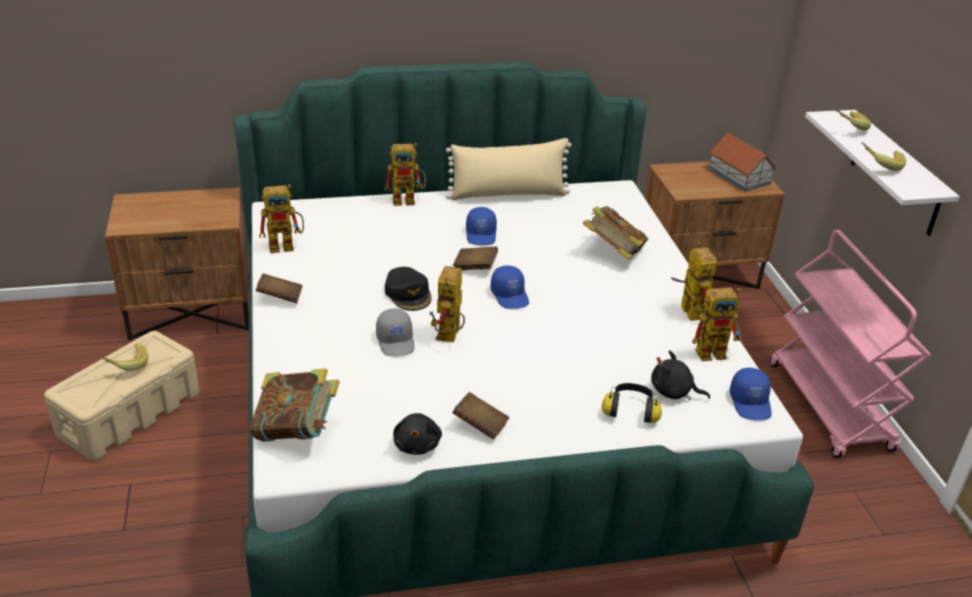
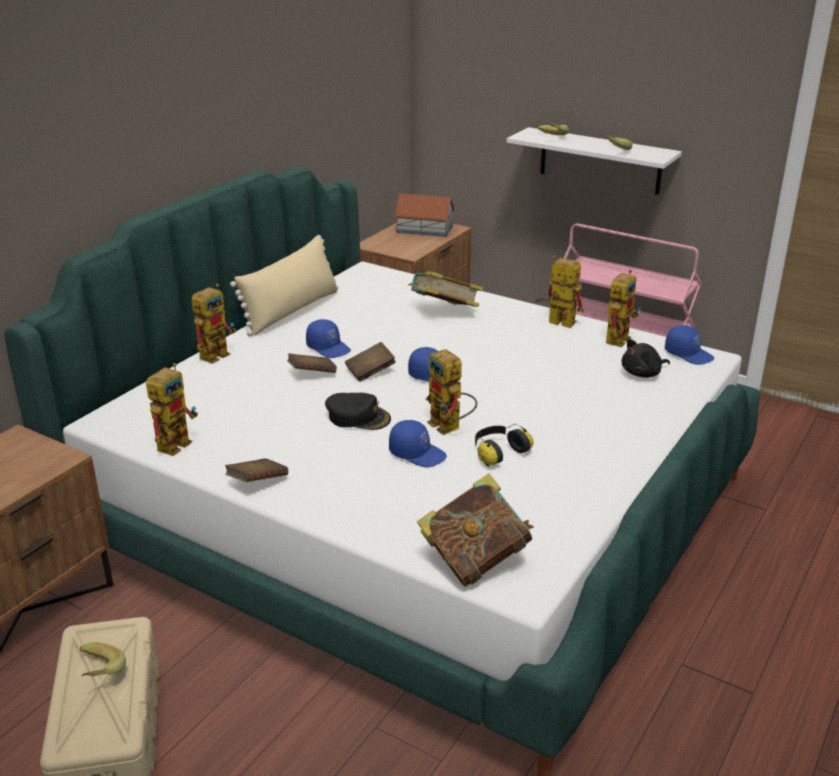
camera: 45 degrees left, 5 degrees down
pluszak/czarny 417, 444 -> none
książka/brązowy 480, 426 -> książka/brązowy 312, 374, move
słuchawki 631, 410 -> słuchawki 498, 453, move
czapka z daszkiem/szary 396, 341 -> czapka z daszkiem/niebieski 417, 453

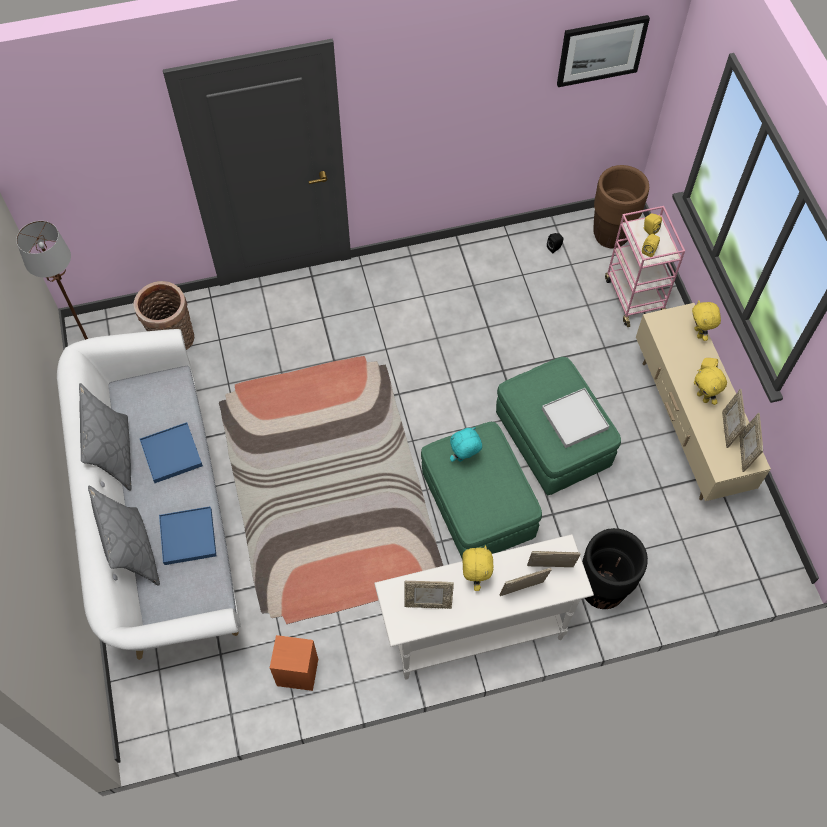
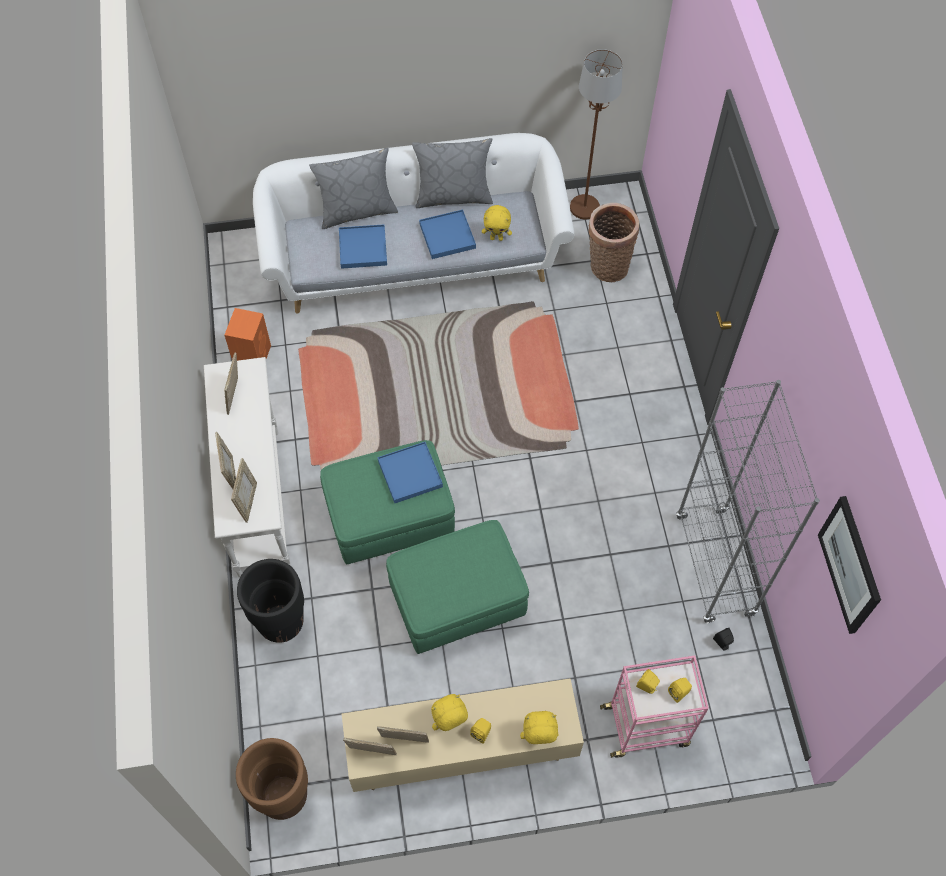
camera: 95 degrees right, 0 degrees up
taca/biały 574, 419 -> none
none -> regał/szary 714, 566
pluszak/żółty 475, 577 -> pluszak/żółty 496, 238, move
donica/brązowy 611, 235 -> donica/brązowy 283, 796, move
pluszak/turkusowy 464, 458 -> taca/niebieski 410, 474

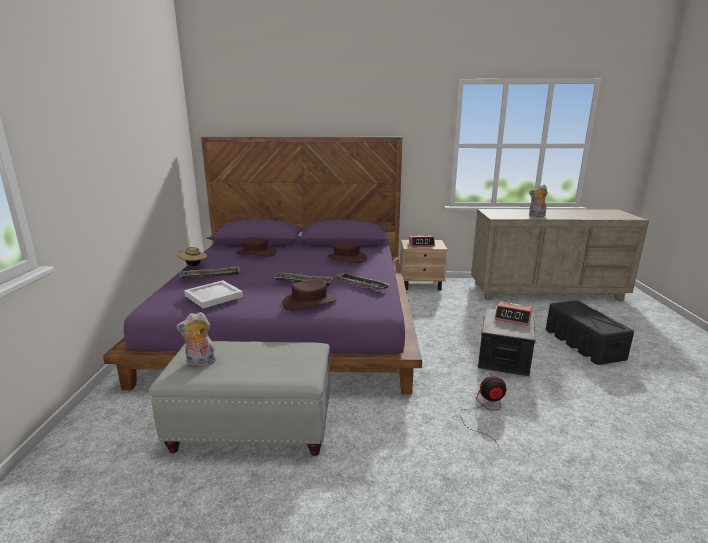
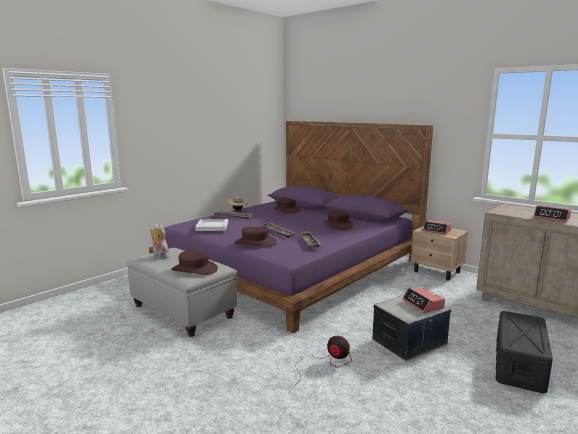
camera: 40 degrees right, 5 degrees down
none -> kapelusz/brązowy 194, 269
pluszak 536, 215 -> budzik 552, 218

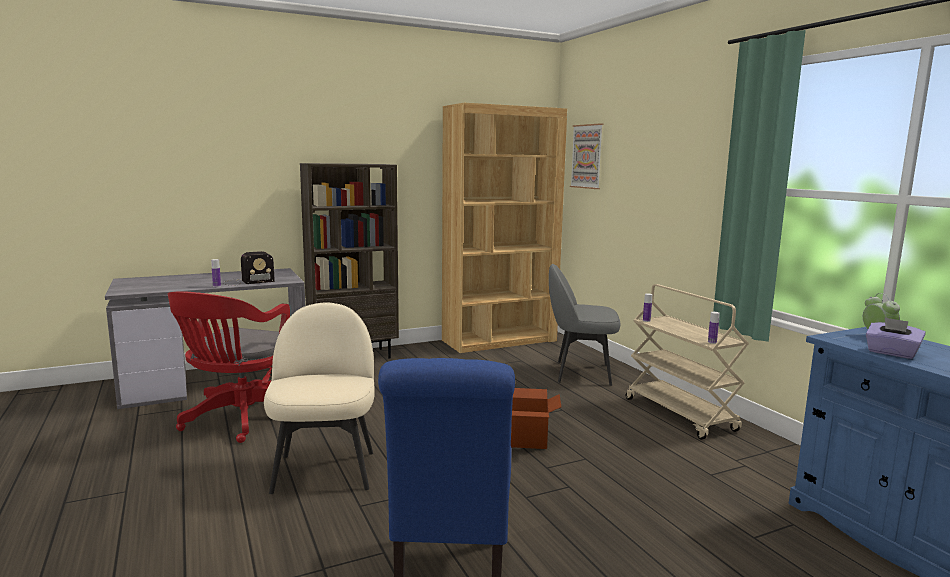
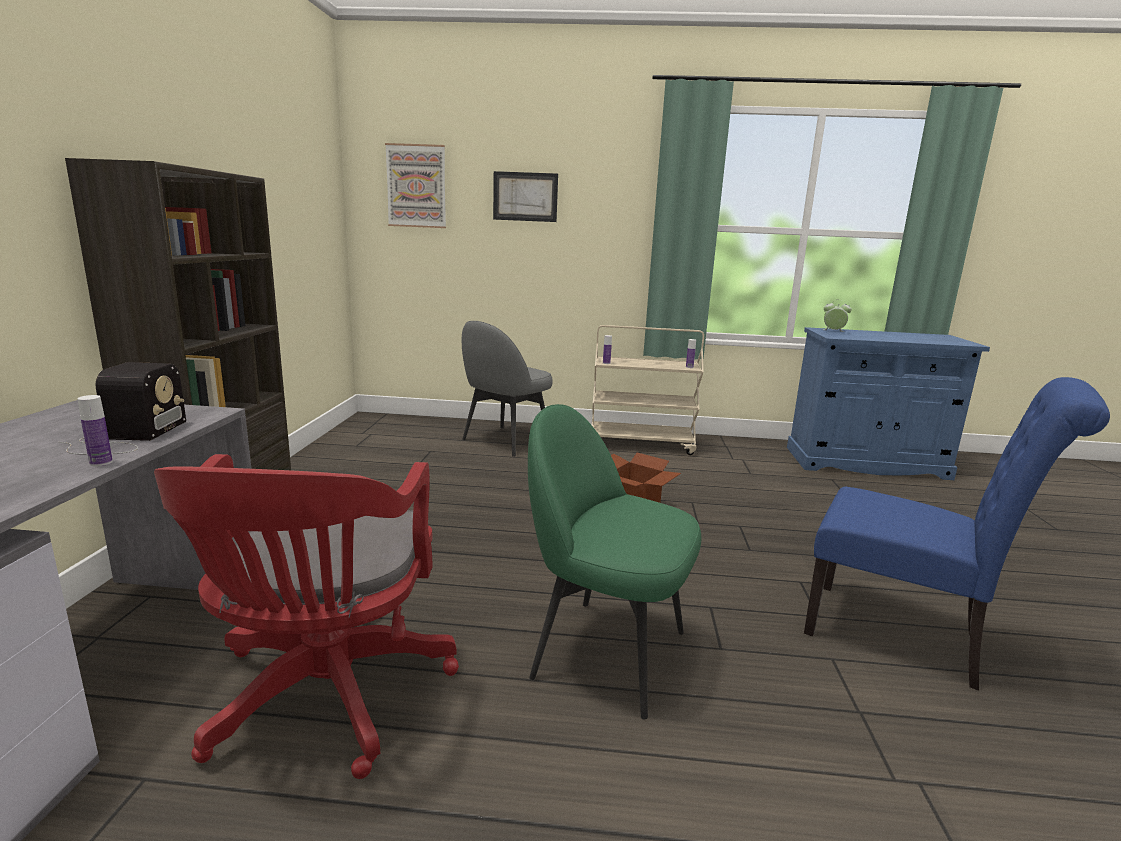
camera: 60 degrees left, 5 degrees up
regał/brązowy 499, 340 -> none
pudełko chusteczek/fioletowy 891, 353 -> none
none -> obraz 525, 196
krzesło/beżowy 325, 470 -> krzesło/zielony 605, 651
krzesło biurowe/czerwony 240, 419 -> krzesło biurowe/czerwony 325, 699, 45 degrees clockwise

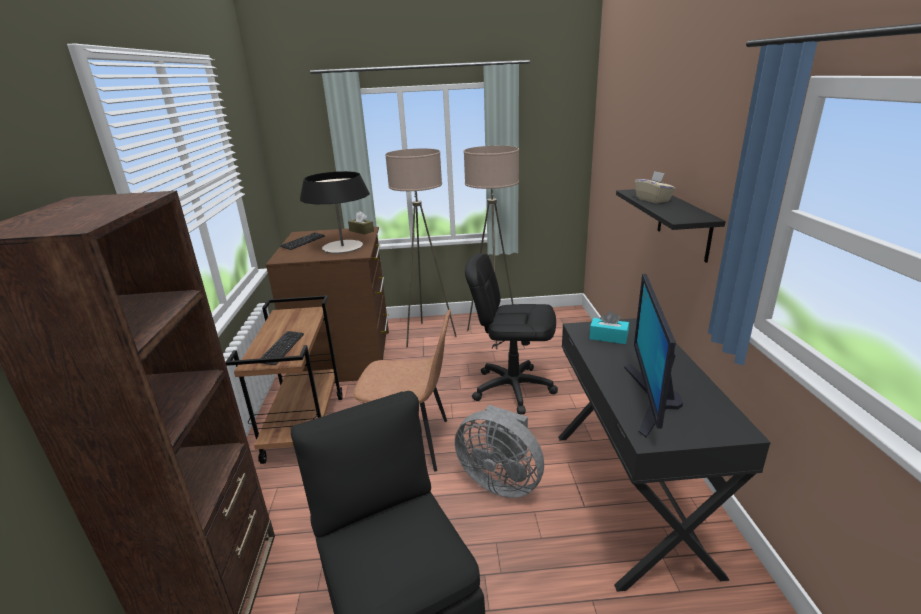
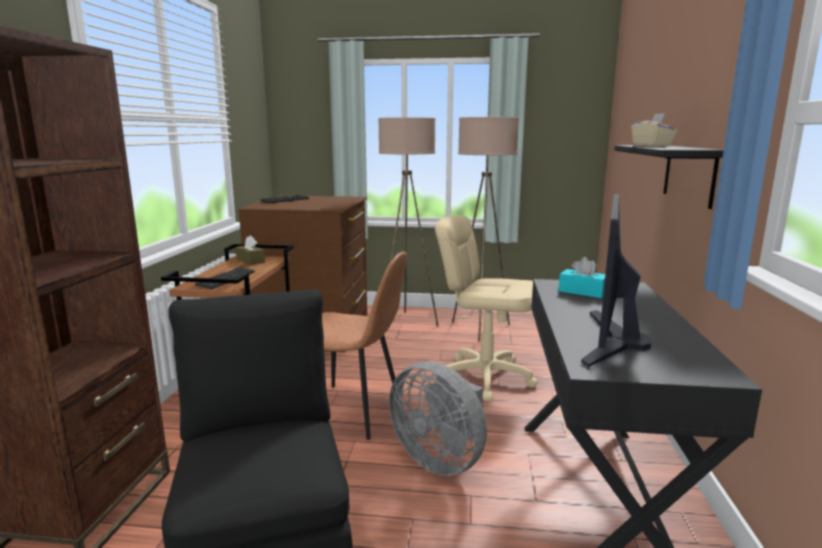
camera: 10 degrees right, 10 degrees down
lampa stołowa 342, 247 -> none
pudełko chusteczek/brązowy 361, 231 -> pudełko chusteczek/brązowy 250, 261, move
krzesło biurowe/czarny 513, 388 -> krzesło biurowe/beżowy 485, 377

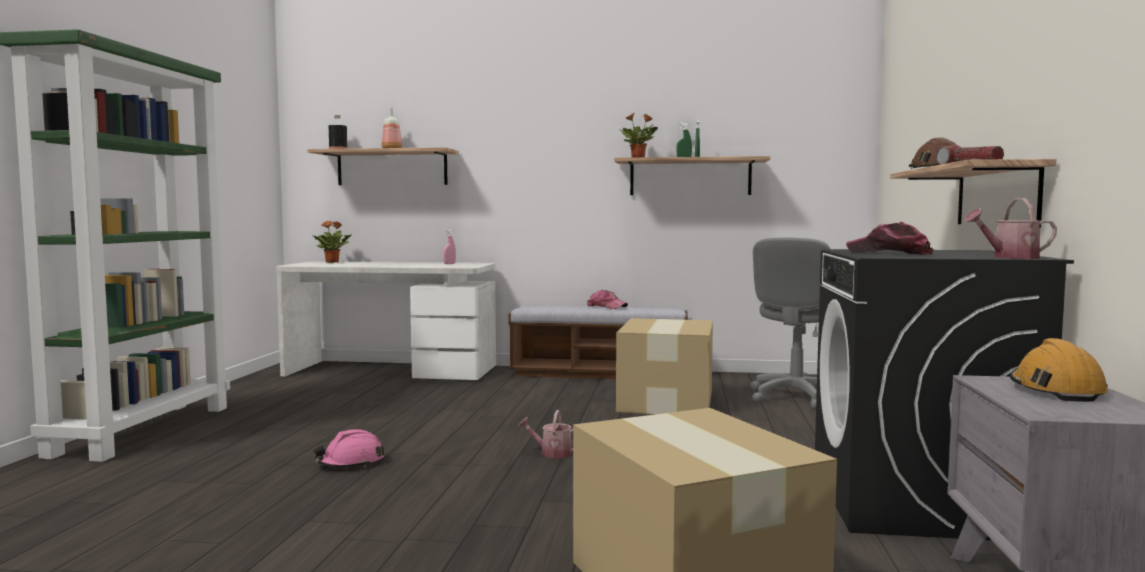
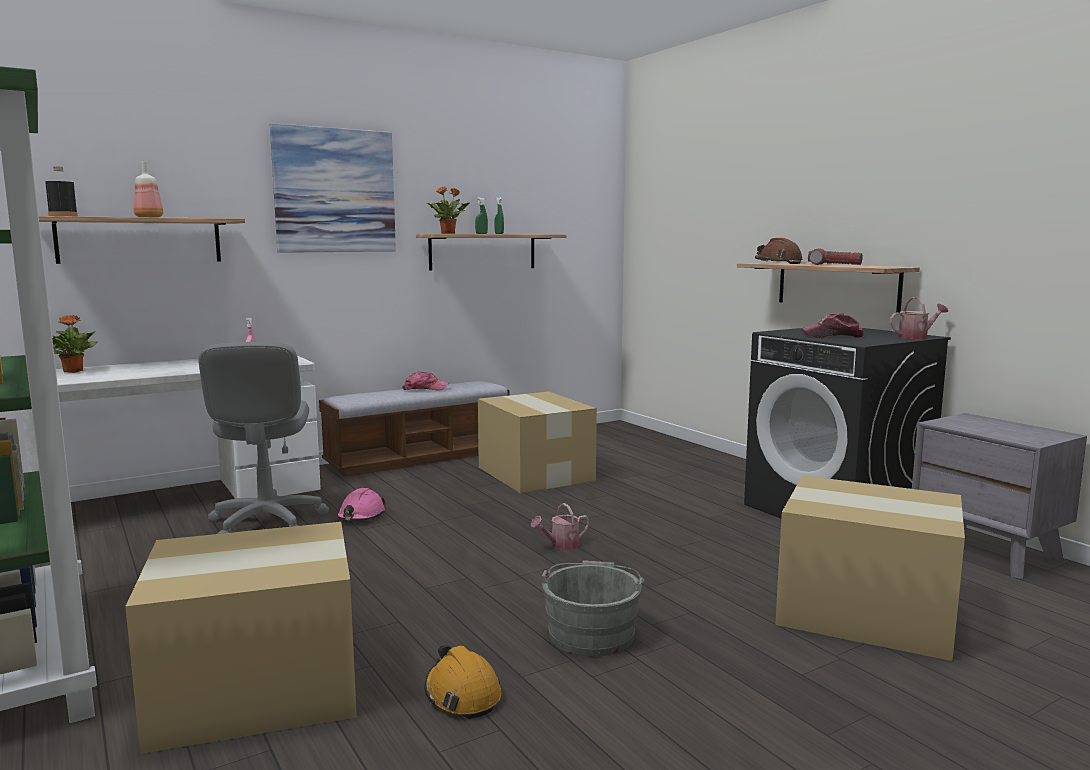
camera: 40 degrees left, 5 degrees up
none -> karton 253, 688
none -> obraz 335, 191
none -> wiadro/szary 592, 632
kask/różowy 351, 463 -> kask/różowy 361, 516, move
krzesło biurowe/szary 795, 396 -> krzesło biurowe/szary 266, 522, move
kask/pomarańczowy 1056, 390 -> kask/pomarańczowy 462, 694, move
konewka 1010, 257 -> konewka 916, 337, 150 degrees counterclockwise

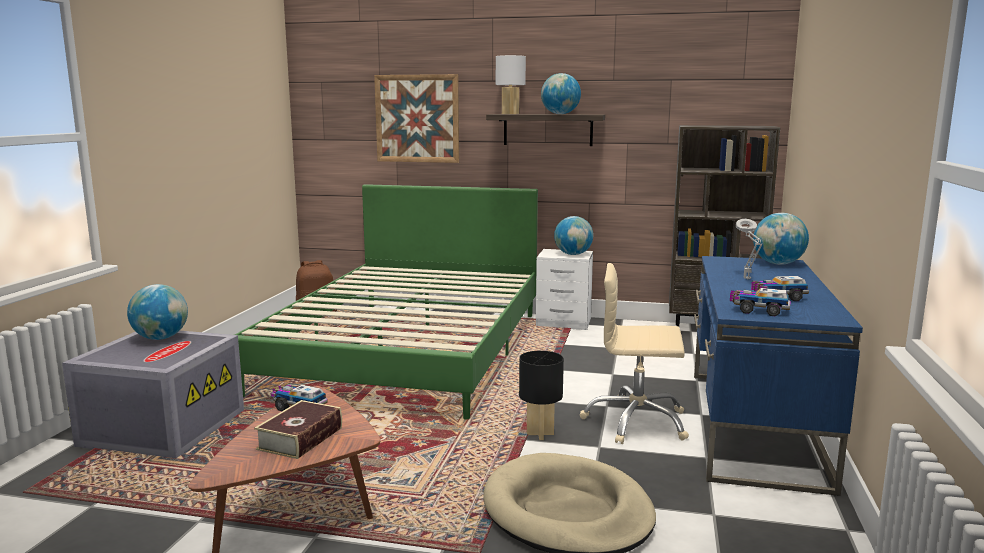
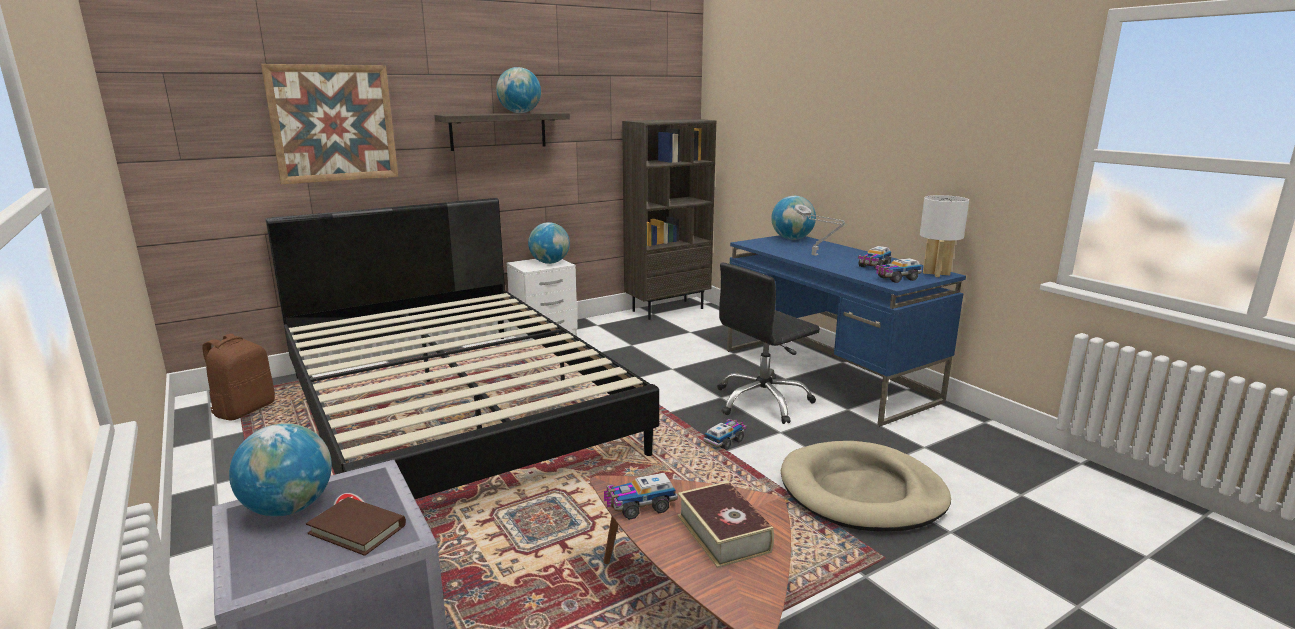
camera: 45 degrees left, 5 degrees up
none -> książka/brązowy 357, 529
lampa stołowa/biały 510, 114 -> lampa stołowa/biały 936, 274, move
lampa stołowa/czarny 539, 433 -> ciężarówka zabawkowa 725, 441
łóżko/zielony 410, 350 -> łóżko/czarny 454, 410
krzesło biurowe/beżowy 636, 422 -> krzesło biurowe/czarny 763, 402

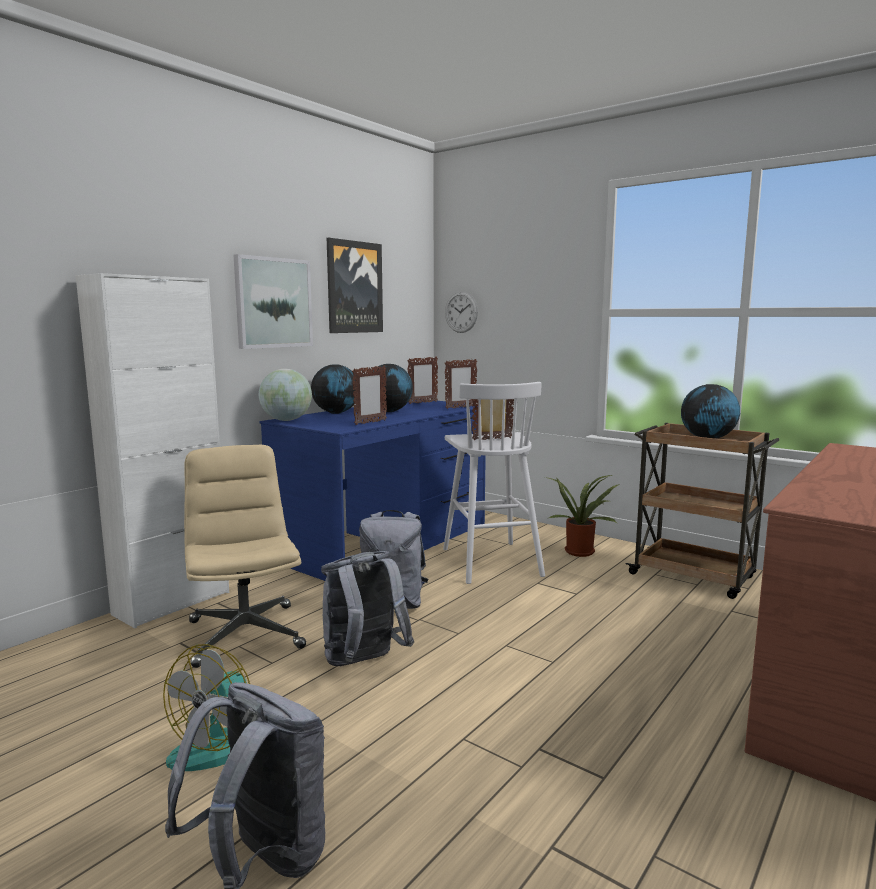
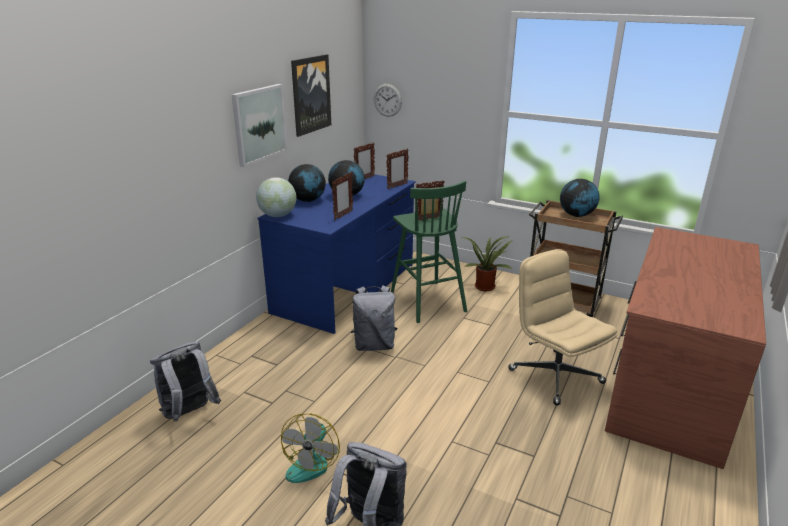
camera: 10 degrees left, 15 degrees up
szafka/biały 172, 603 -> none
krzesło biurowe/beżowy 245, 634 -> krzesło biurowe/beżowy 554, 376, move
plecak/szary 363, 663 -> plecak/szary 189, 413, move
stołek/biały 490, 561 -> stołek/zielony 426, 301

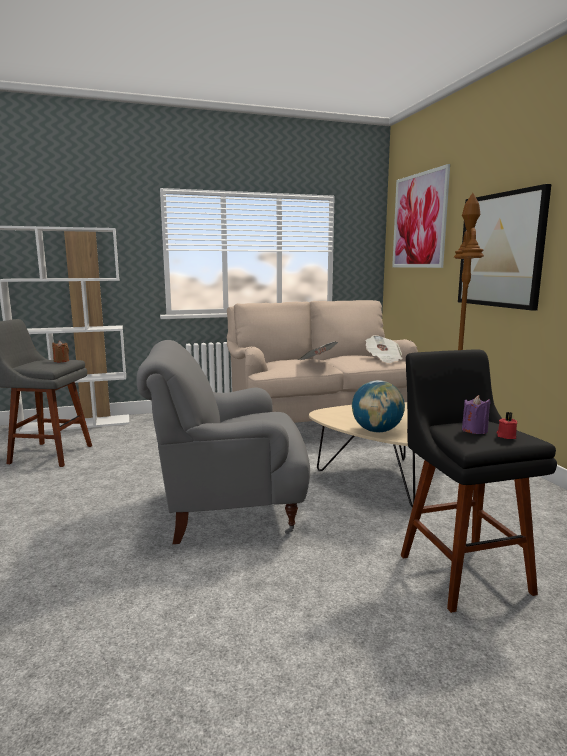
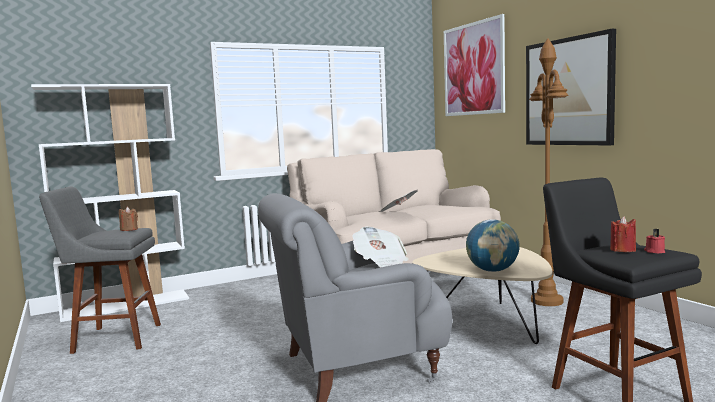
camera: 10 degrees left, 5 degrees down
gazeta 383, 359 -> gazeta 380, 262, move
świeca/fioletowy 474, 430 -> świeca/czerwony 622, 250

